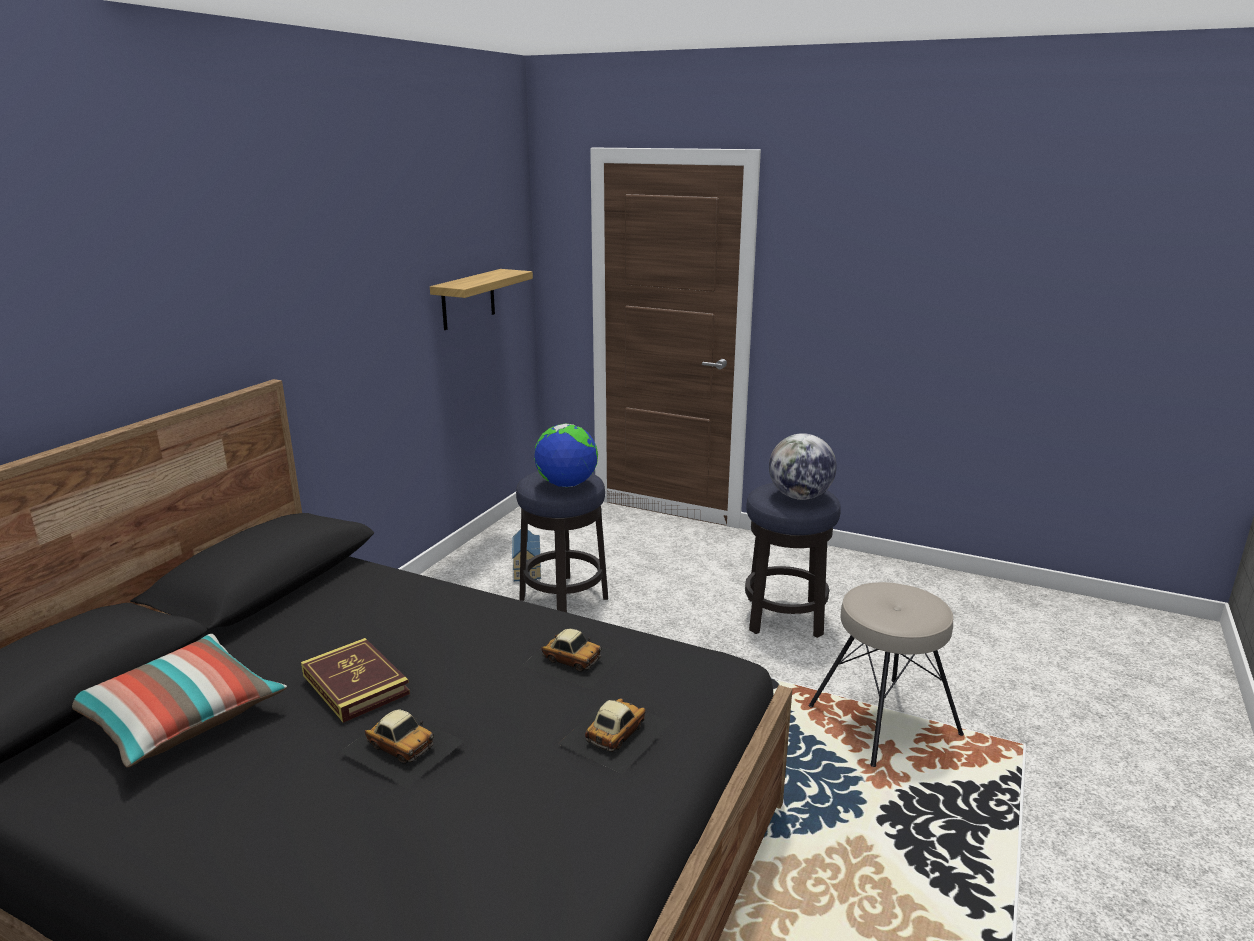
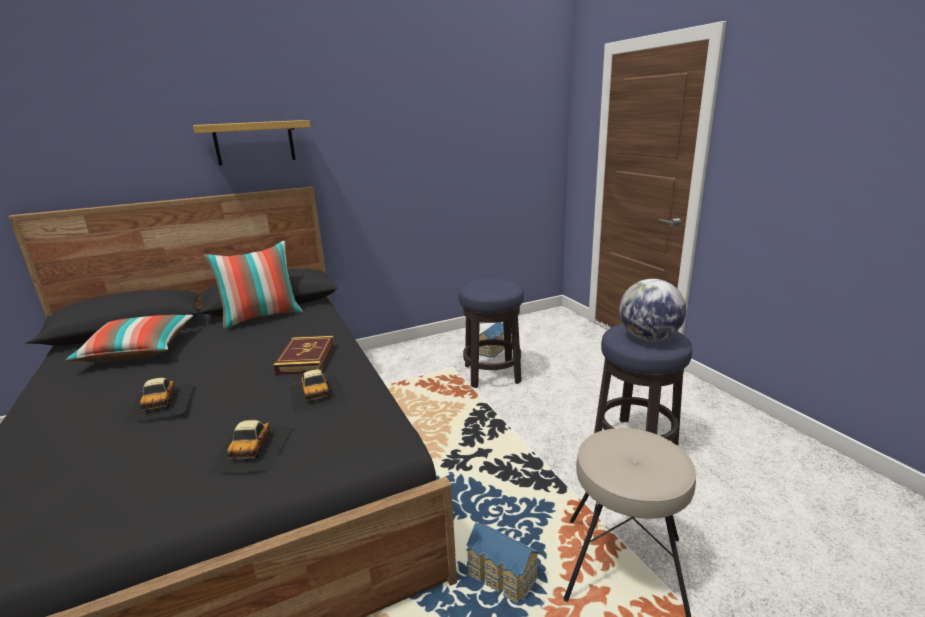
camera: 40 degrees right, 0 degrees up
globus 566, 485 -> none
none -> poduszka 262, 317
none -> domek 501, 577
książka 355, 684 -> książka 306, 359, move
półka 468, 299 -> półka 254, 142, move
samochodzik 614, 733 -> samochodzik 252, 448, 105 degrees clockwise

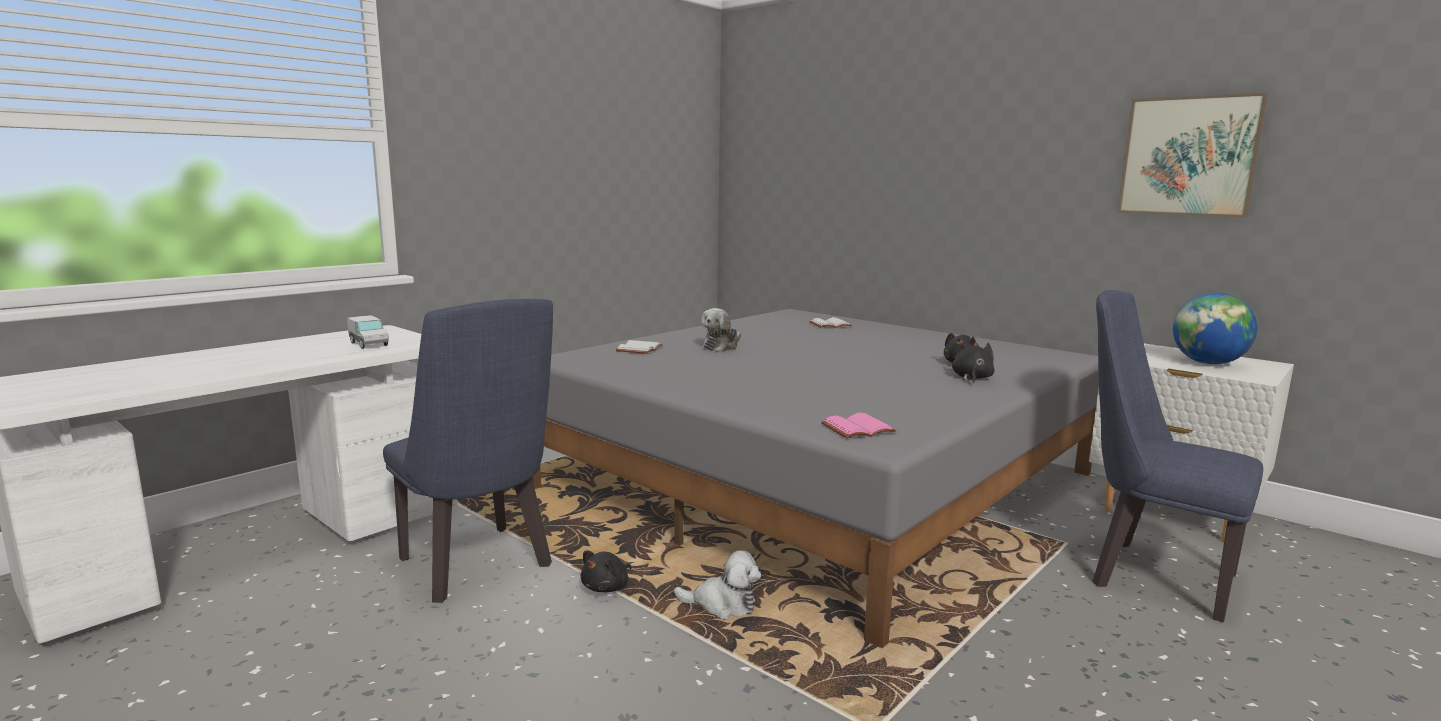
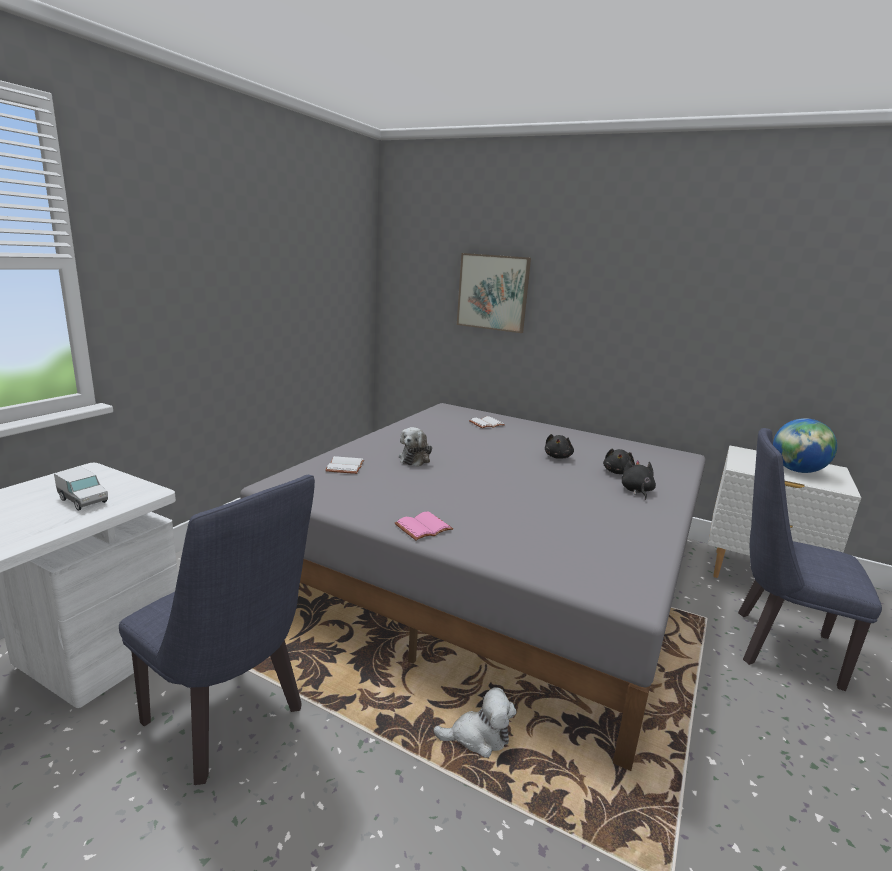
camera: 15 degrees left, 5 degrees up
pluszak/czarny 607, 587 -> pluszak/czarny 558, 457, move
książka/różowy 857, 429 -> książka/różowy 423, 528, move
obraz 1189, 156 -> obraz 493, 292, move

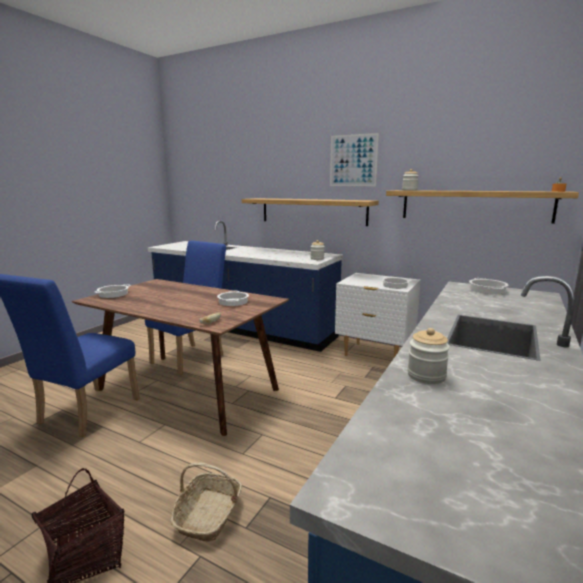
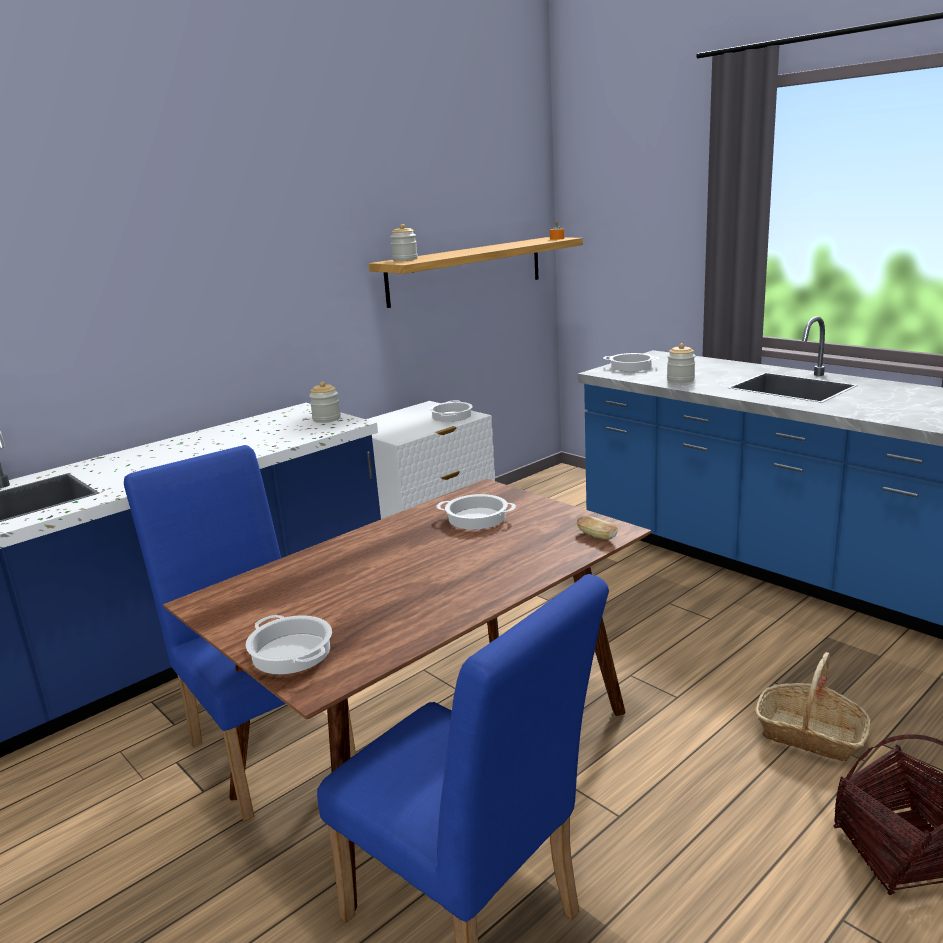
camera: 70 degrees left, 5 degrees up
półka 313, 211 -> none
obraz 353, 160 -> none
słoik 426, 376 -> słoik 680, 380, move

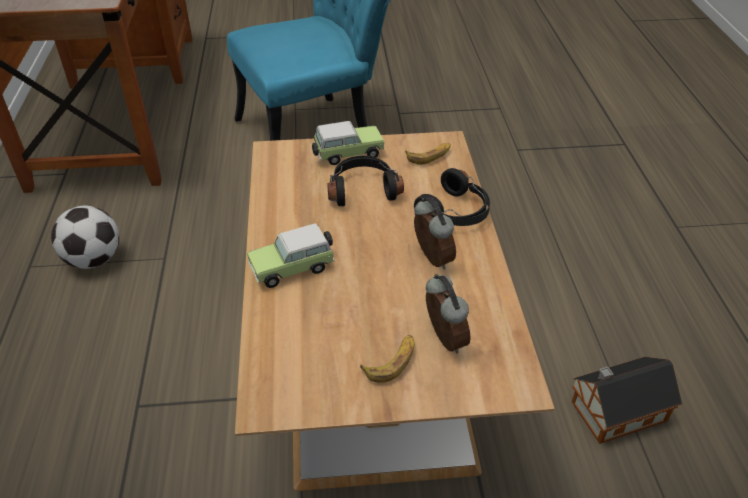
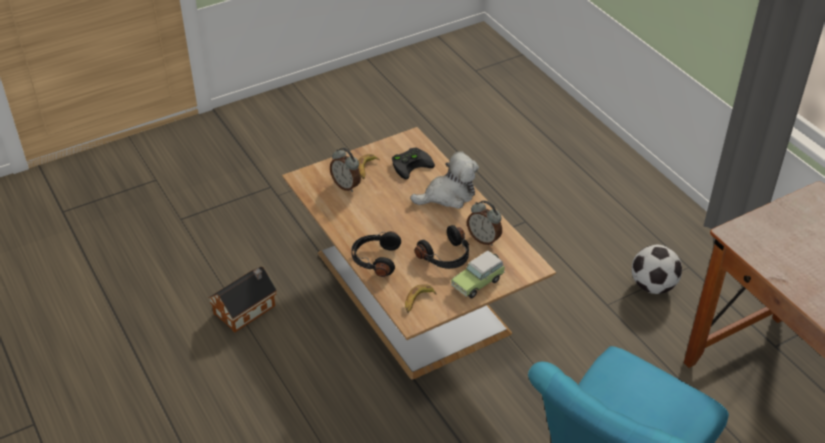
camera: 155 degrees right, 0 degrees up
none -> pad do gier/czarny 411, 164
budzik 431, 259 -> budzik 484, 239, move
samochodzik 294, 268 -> pluszak 448, 195

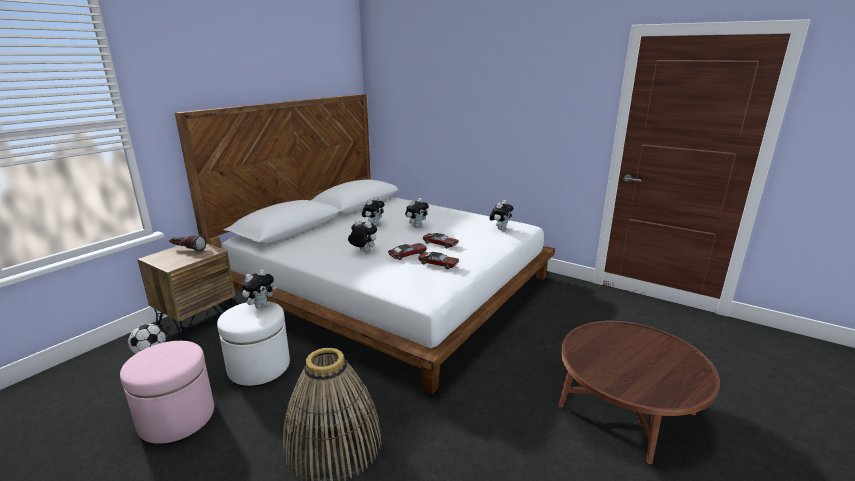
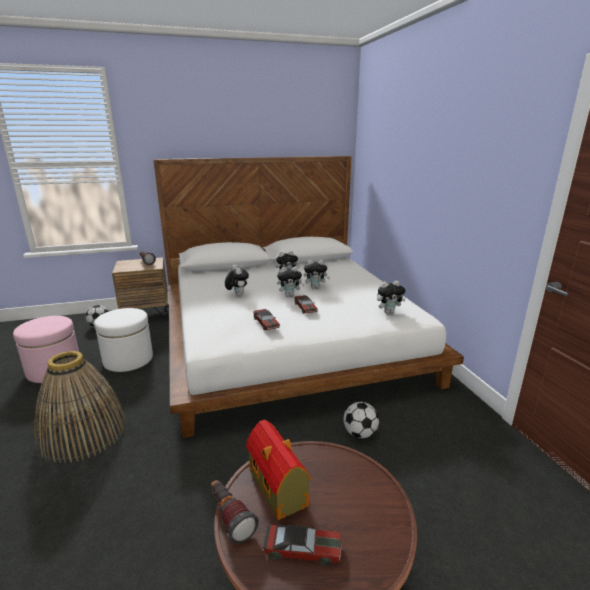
camera: 40 degrees right, 0 degrees up
none -> latarka 230, 518
none -> domek 278, 489
none -> piłka futbolowa 360, 433
pluszak 260, 305 -> pluszak 290, 295, move
samochodzik 407, 254 -> samochodzik 302, 549, move

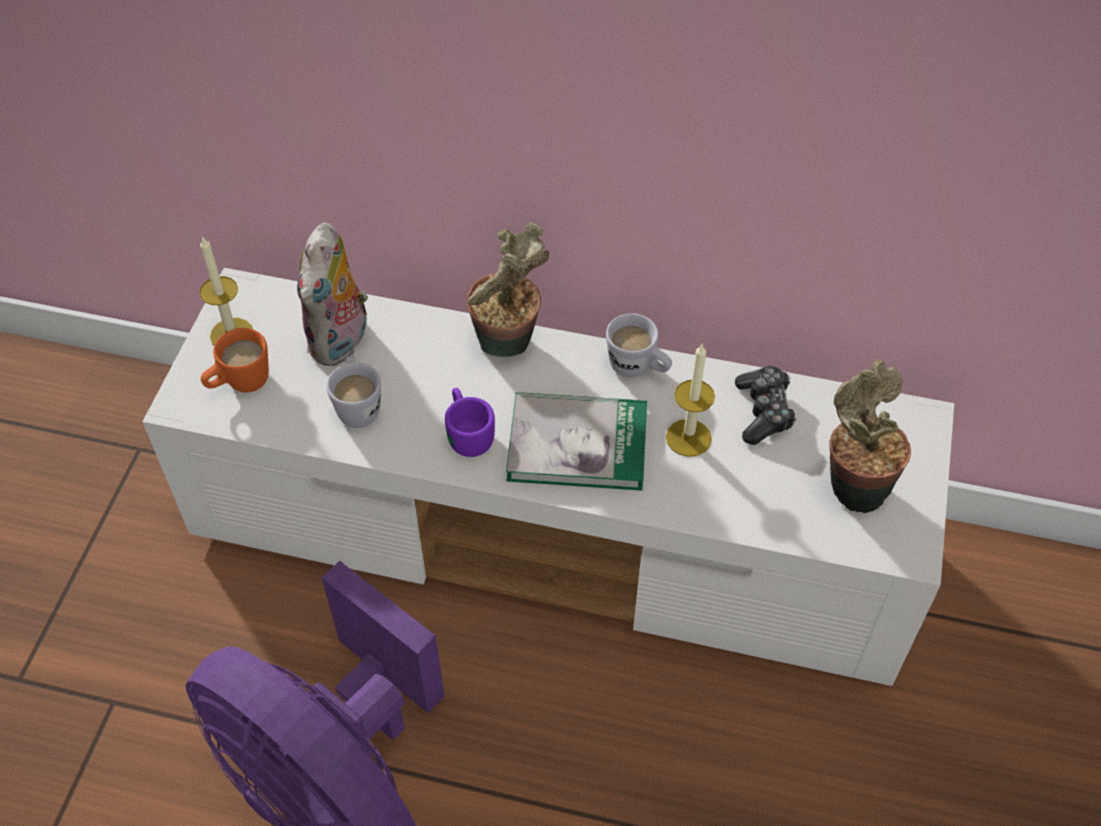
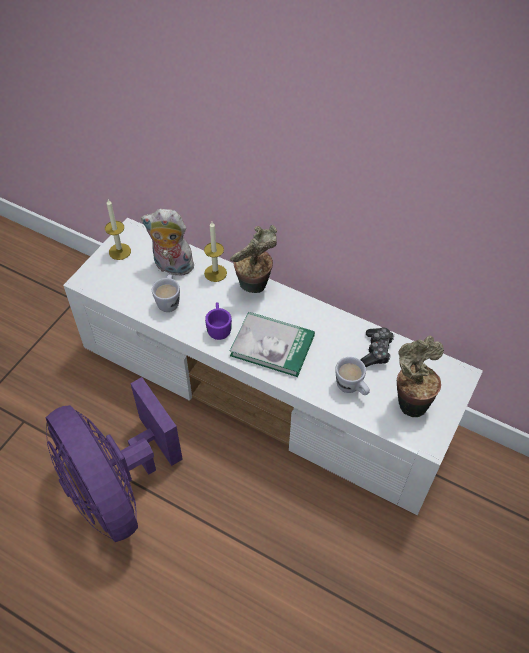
camera: 15 degrees right, 0 degrees up
kubek/pomarańczowy 240, 384 -> none
kubek/biały 638, 369 -> kubek/biały 351, 388, move
świeca 688, 438 -> świeca 215, 273, move
pluszak 341, 342 -> pluszak 171, 267, 75 degrees clockwise

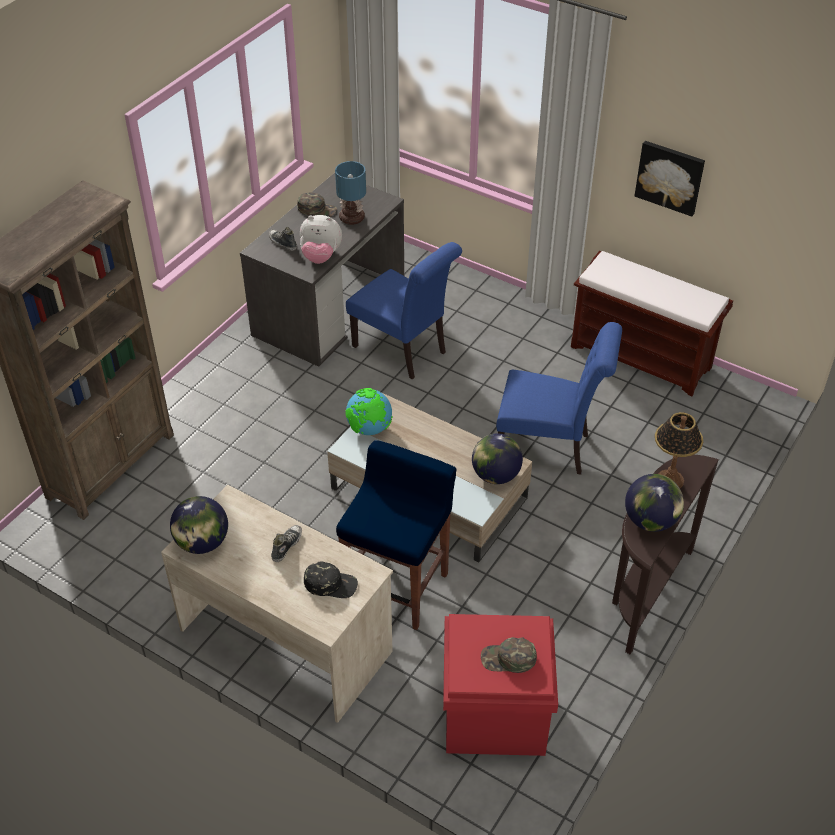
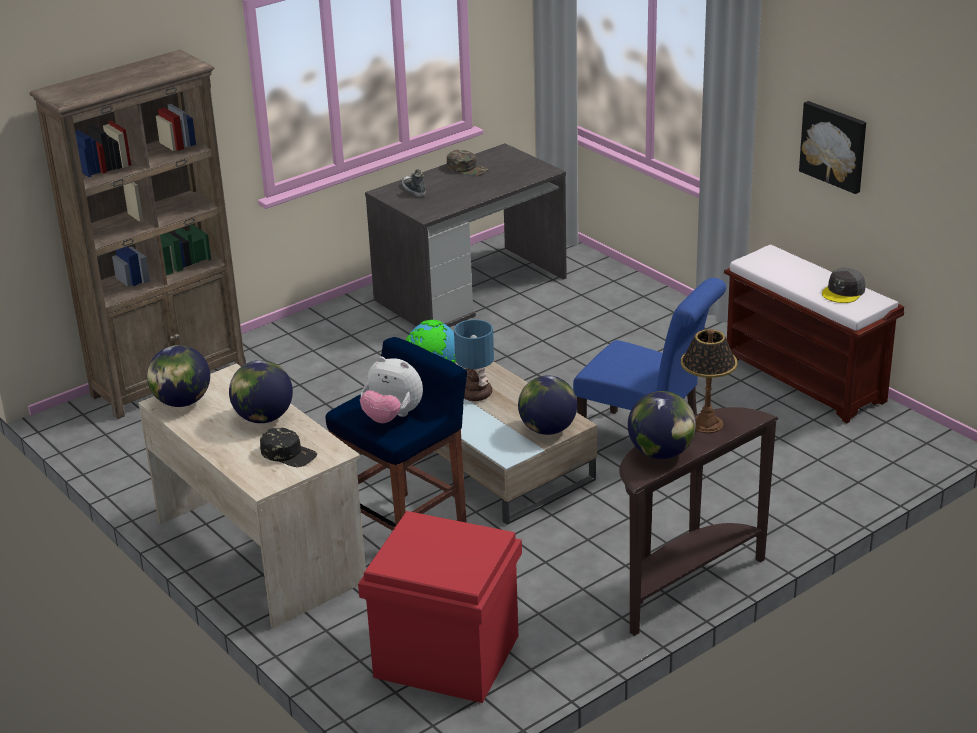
camera: 20 degrees right, 15 degrees down
krzesło/niebieski 404, 351 -> none
czapka z daszkiem/zielony 508, 659 -> none
none -> czapka z daszkiem/szary 843, 292
pluszak 321, 256 -> pluszak 392, 417, move
lampa stołowa 353, 218 -> lampa stołowa 477, 394, move
but 286, 546 -> globus 263, 418

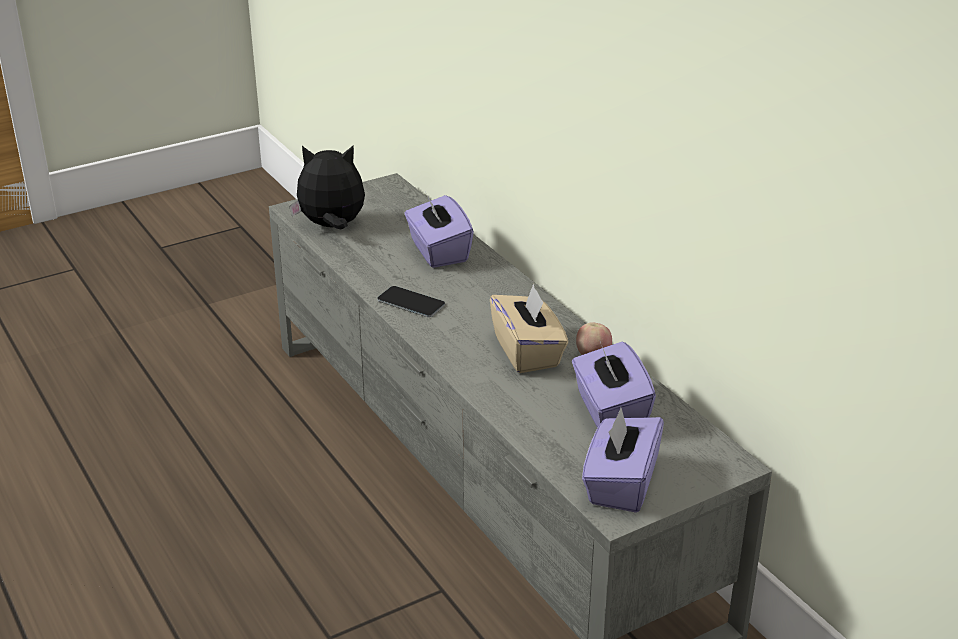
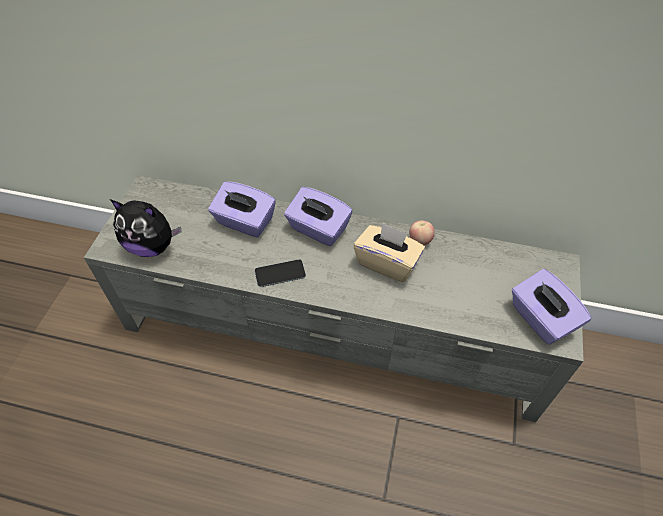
camera: 45 degrees left, 20 degrees up
pudełko chusteczek/fioletowy 609, 411 -> pudełko chusteczek/fioletowy 318, 229, move
pluszak 332, 226 -> pluszak 152, 246, 120 degrees counterclockwise

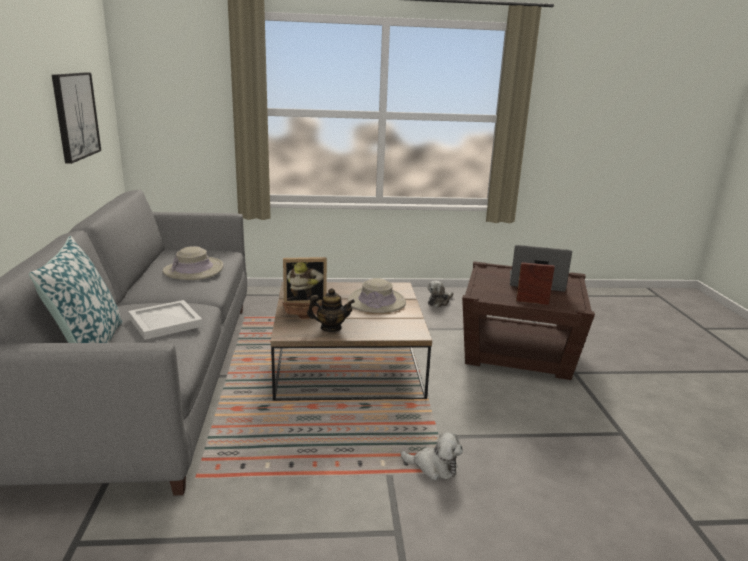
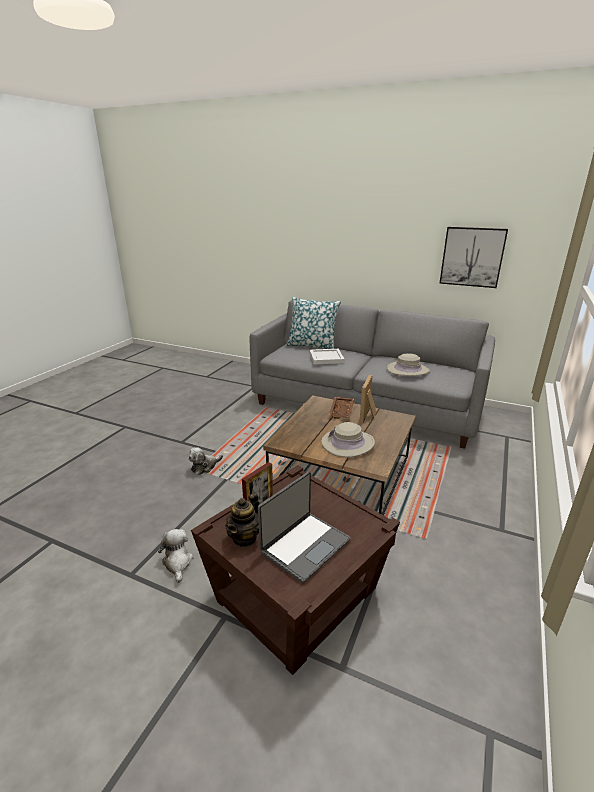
camera: 120 degrees right, 5 degrees up
imbryk 331, 328 -> imbryk 245, 538, move
pluszak 439, 302 -> pluszak 177, 562, move

